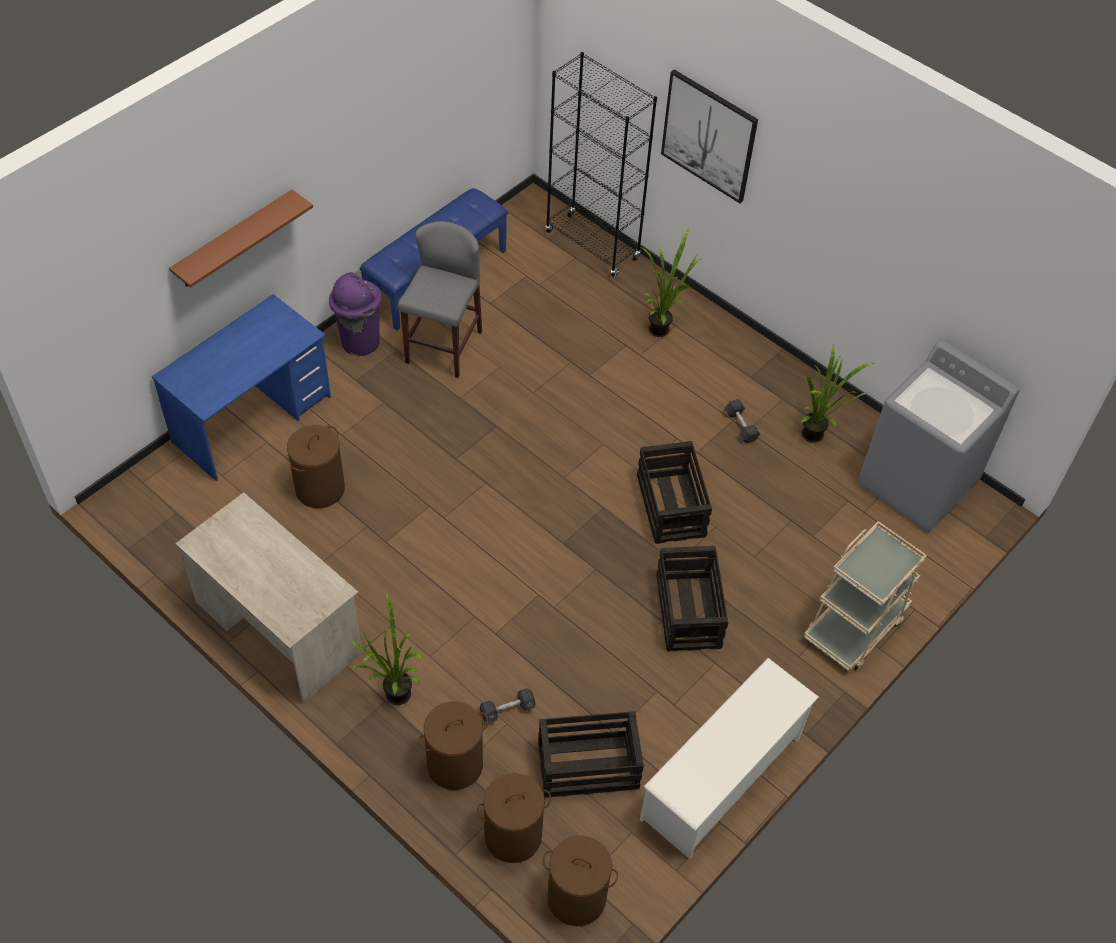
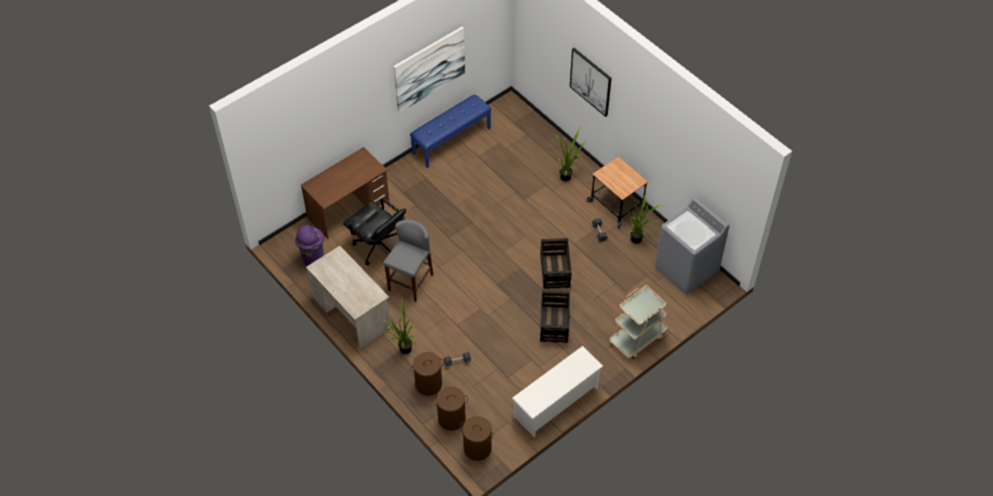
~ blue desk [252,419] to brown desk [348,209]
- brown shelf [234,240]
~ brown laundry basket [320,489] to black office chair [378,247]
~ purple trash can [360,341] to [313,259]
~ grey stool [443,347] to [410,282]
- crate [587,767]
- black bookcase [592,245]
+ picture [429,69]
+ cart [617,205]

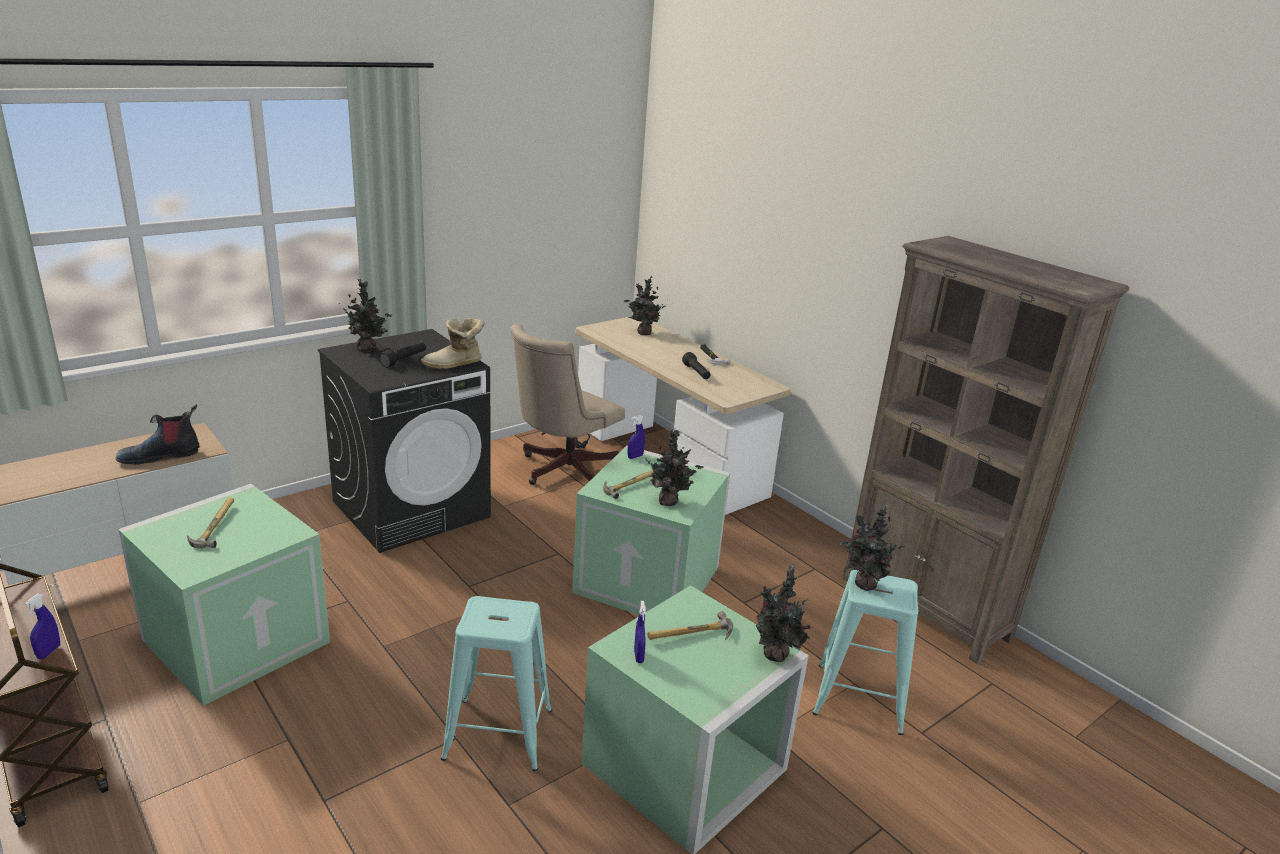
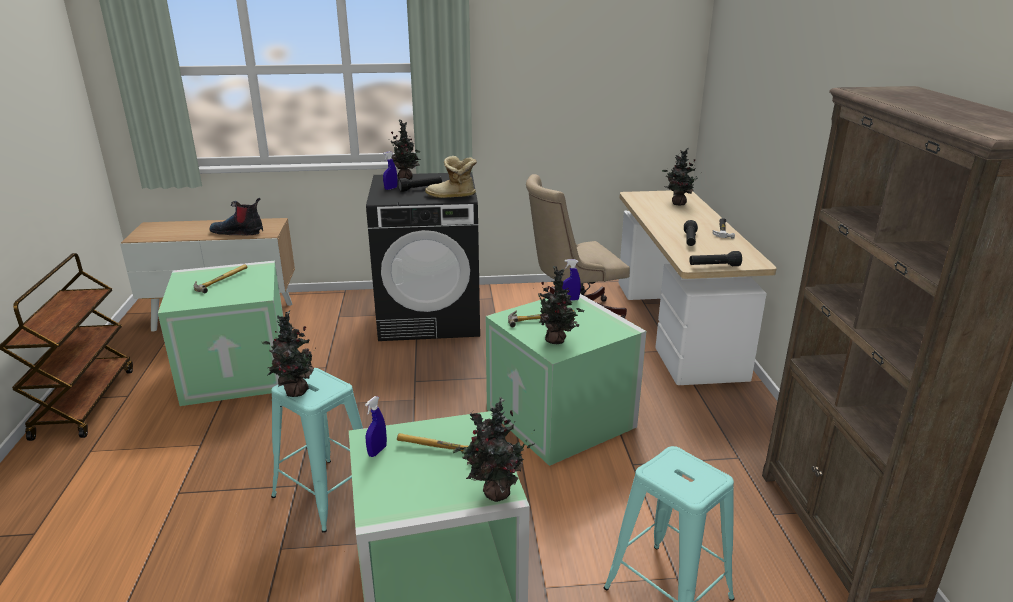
~ blue spray bottle [49,652] to [391,188]
~ potted plant [863,585] to [294,392]
+ black flashlight [714,266]

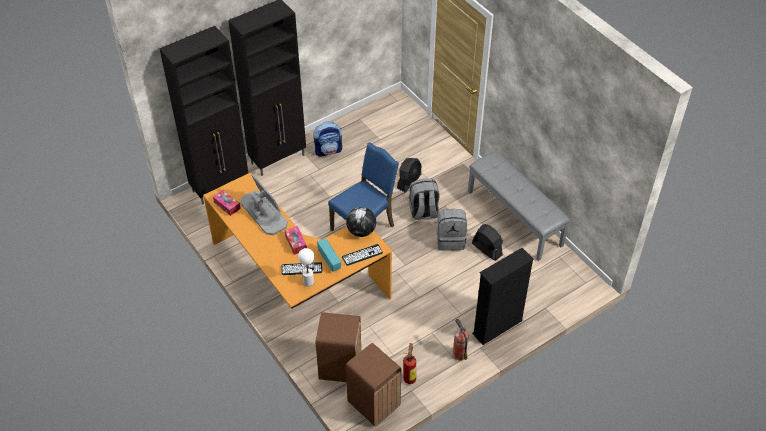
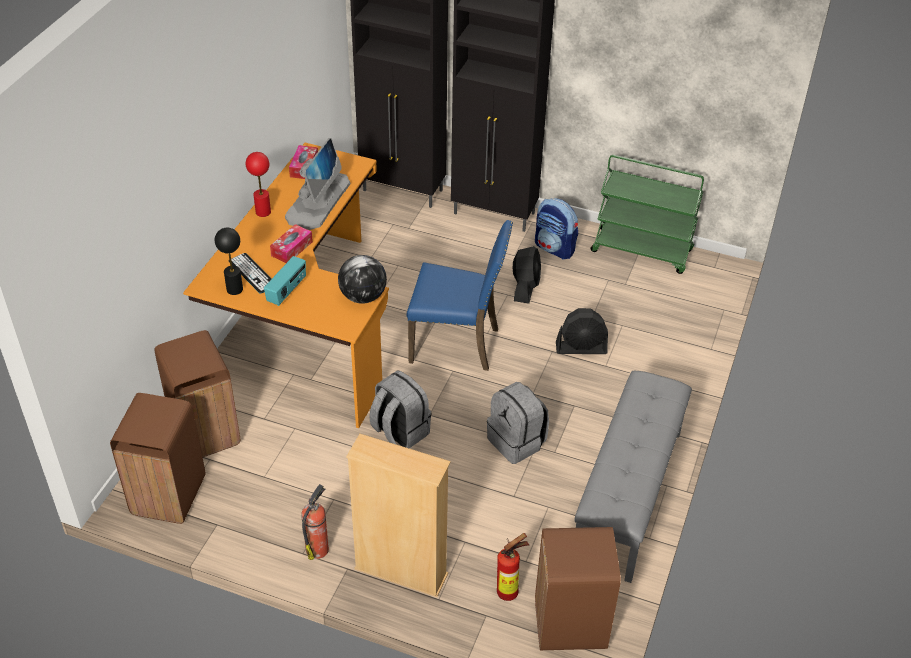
~ white table lamp [308,282] to black table lamp [235,289]
- keyboard [362,255]
~ fire extinguisher [410,377] to [510,591]
~ grey backpack [423,212] to [399,432]
~ black fan [487,249] to [525,287]
~ black bookcase [497,327] to beige bookcase [401,572]
+ red table lamp [263,212]
+ brown trash can [571,625]
+ green cart [642,251]

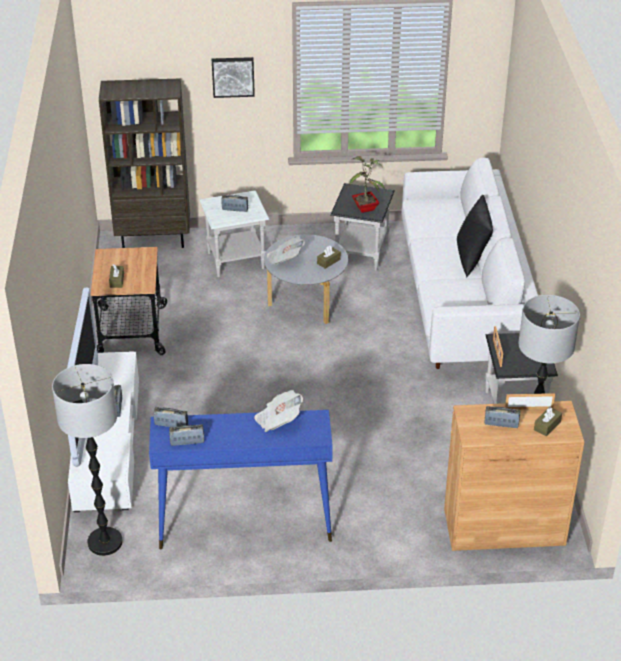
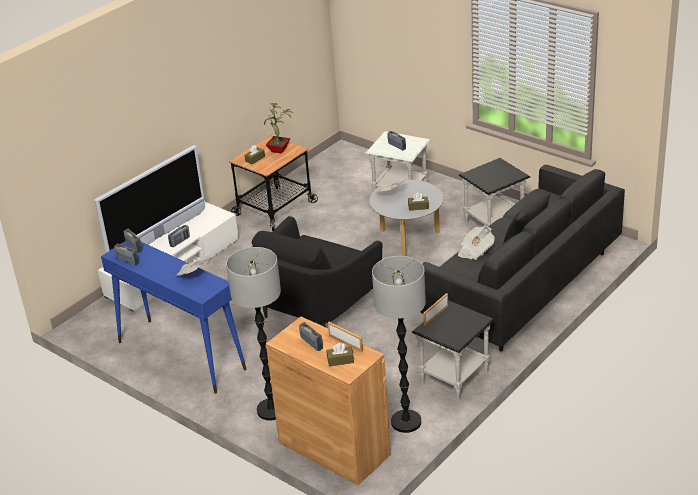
~ floor lamp [105,542] to [272,410]
- brown bookcase [154,239]
- picture [233,76]
~ potted plant [366,208] to [279,150]
~ white sofa [461,301] to black sofa [522,288]
+ black armchair [314,306]
+ newspaper [475,251]

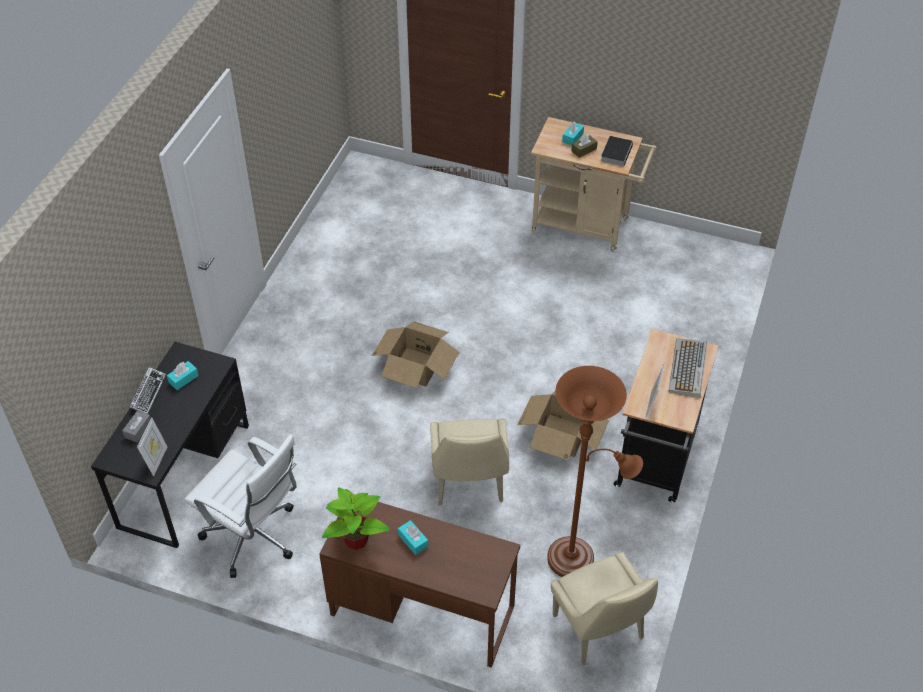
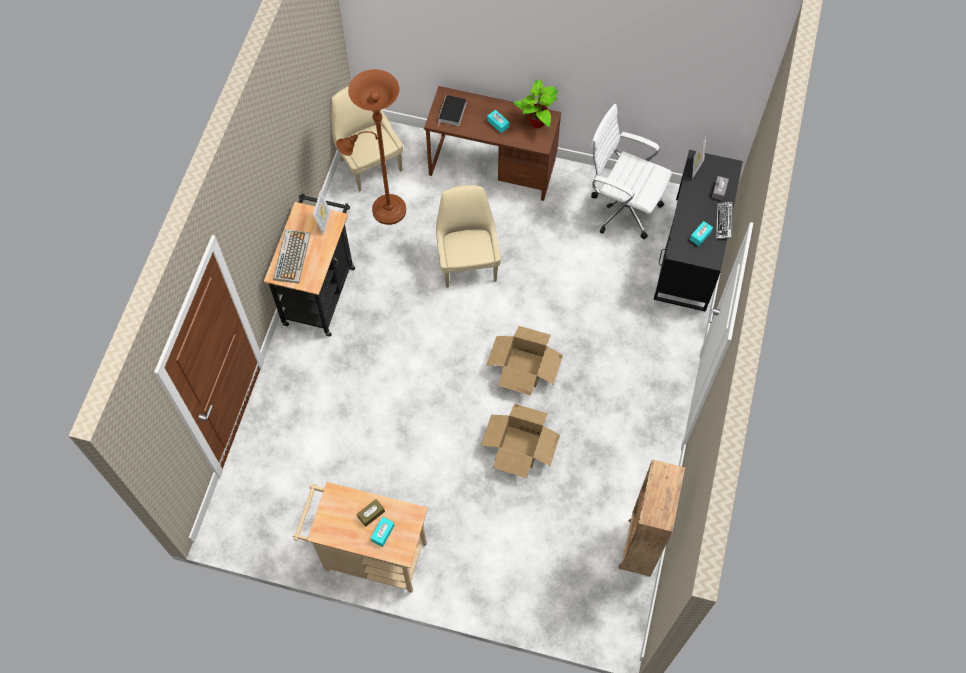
~ cardboard box [561,435] to [520,446]
~ book [616,152] to [452,113]
+ brown bookcase [638,548]

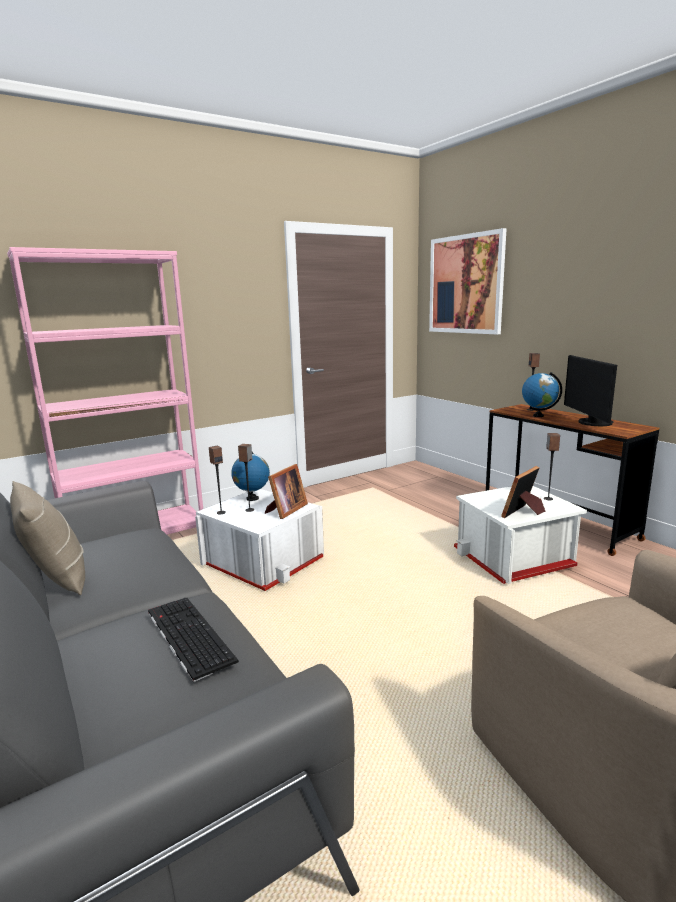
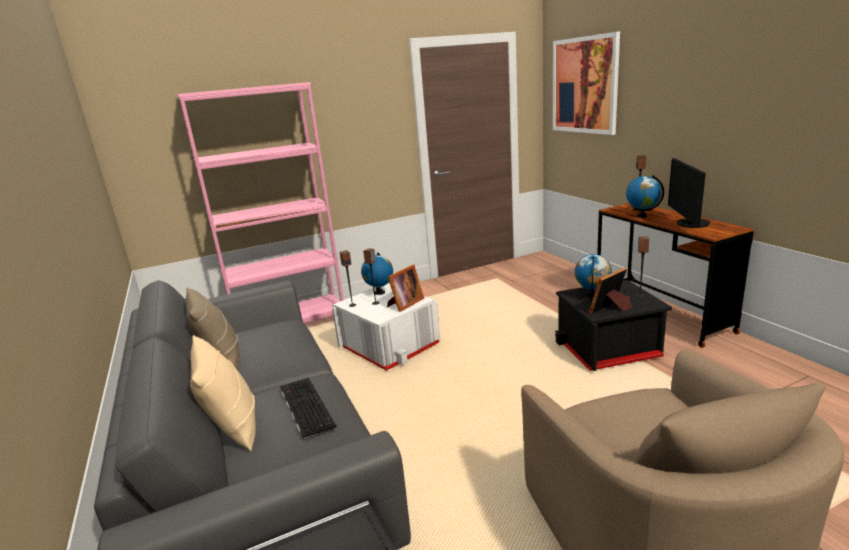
~ white storage box [515,558] to black storage box [609,348]
+ beige pillow [233,426]
+ globe [592,295]

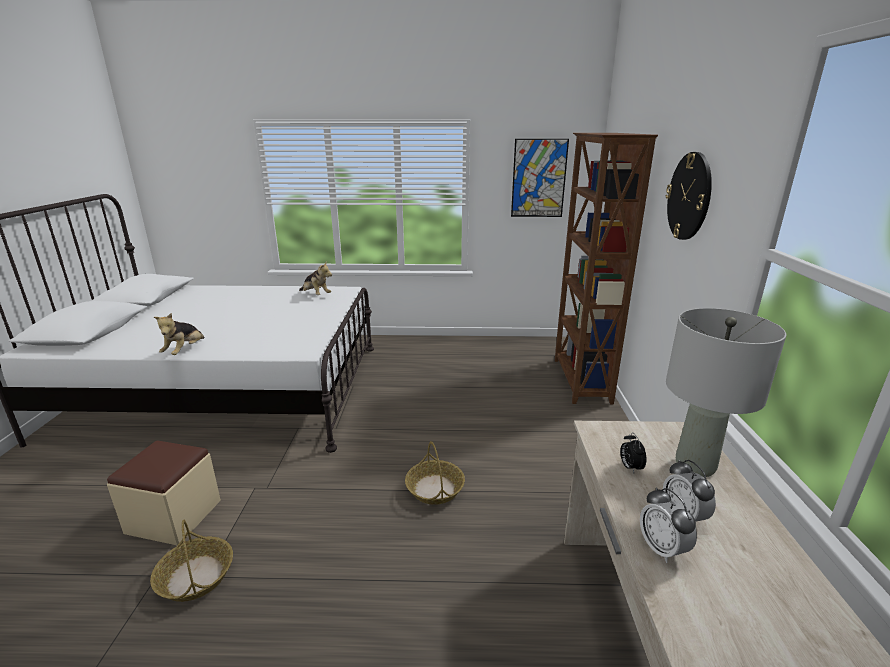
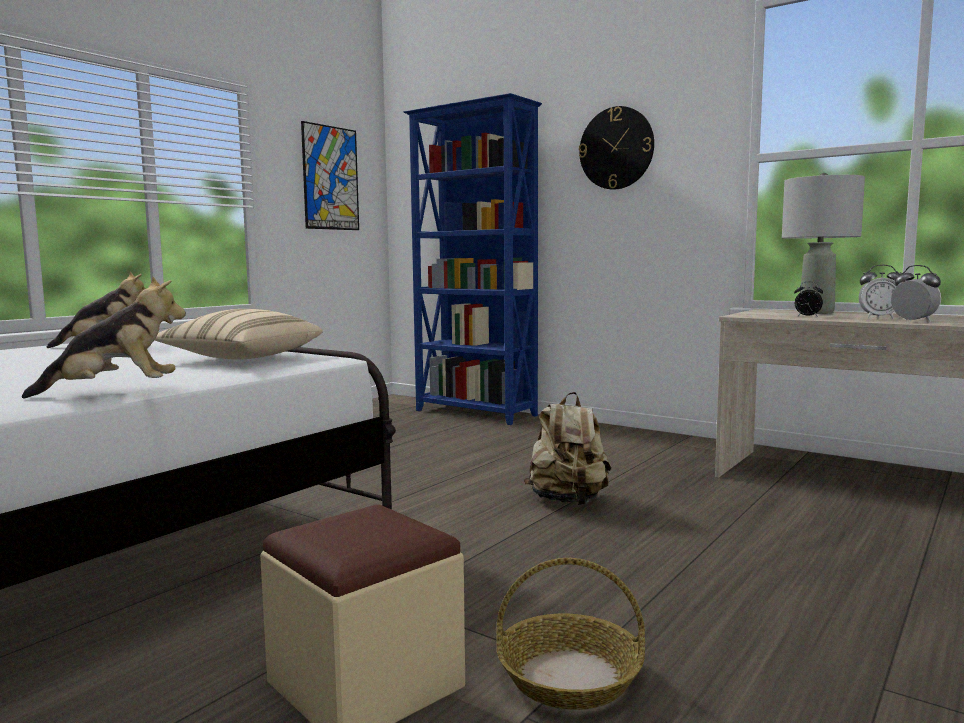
~ plush toy [184,351] = [113,393] 60 degrees counterclockwise
~ basket [435,489] to beige backpack [568,501]
~ brown bookcase [580,381] to blue bookcase [475,413]
~ alarm clock [662,549] = [914,321] 135 degrees counterclockwise
+ beige pillow [241,358]

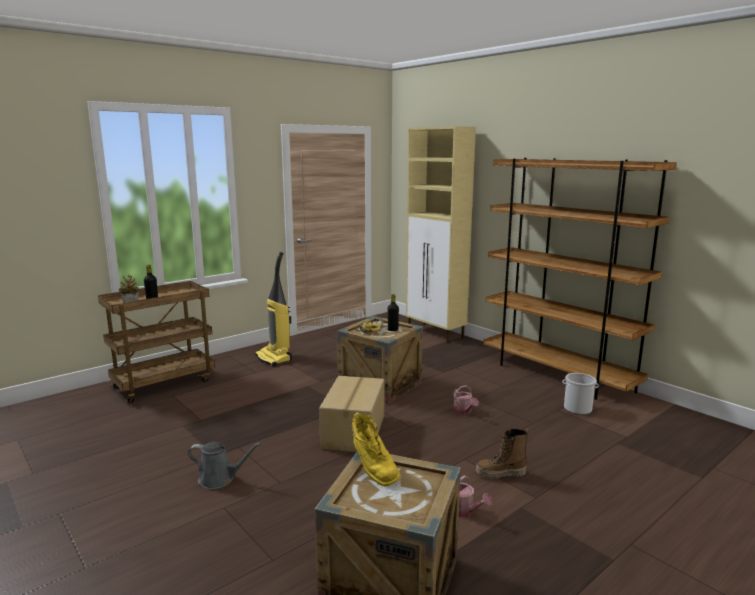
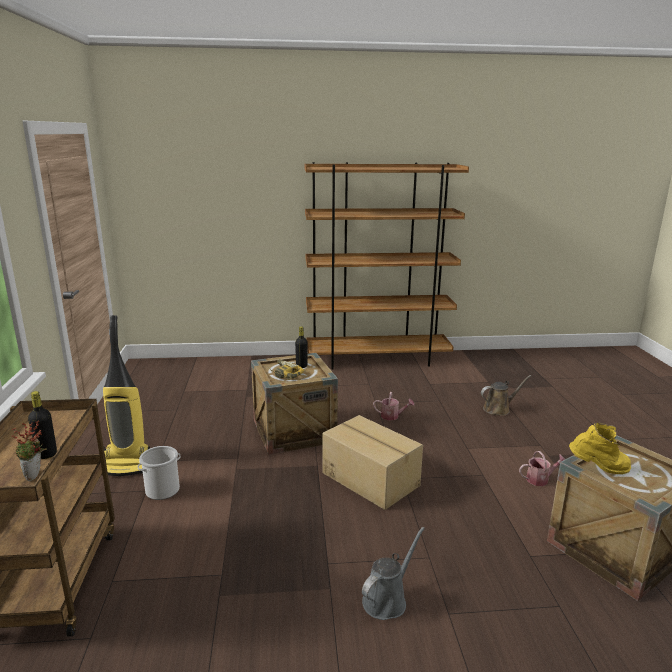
- beige cabinet [436,333]
- boot [500,474]
~ bucket [578,409] to [163,490]
+ brown watering can [498,409]

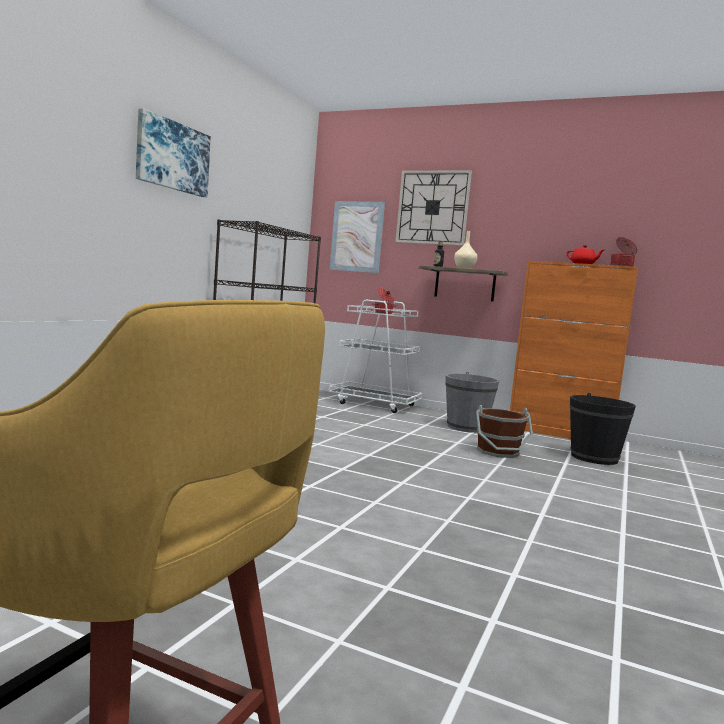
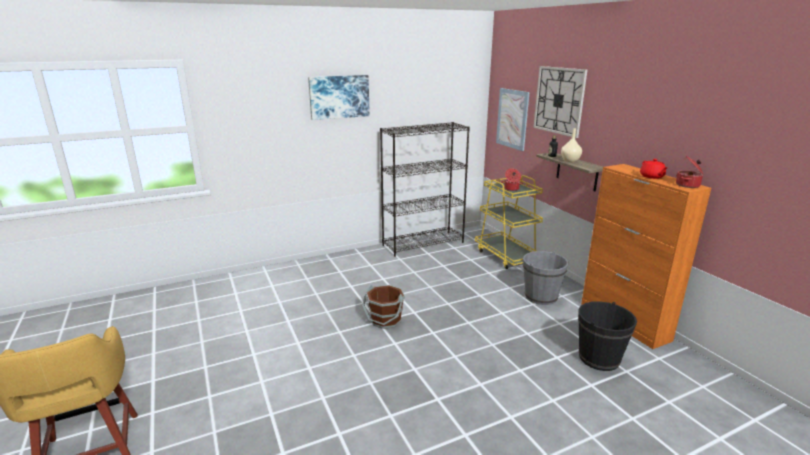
~ white cart [375,404] to yellow cart [506,256]
~ brown bucket [498,452] to [385,320]

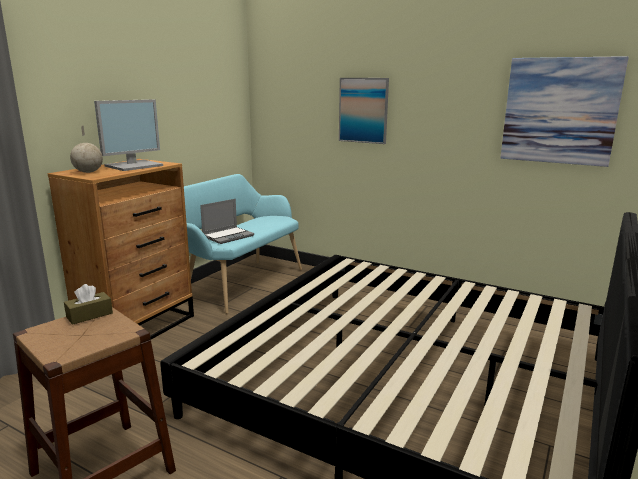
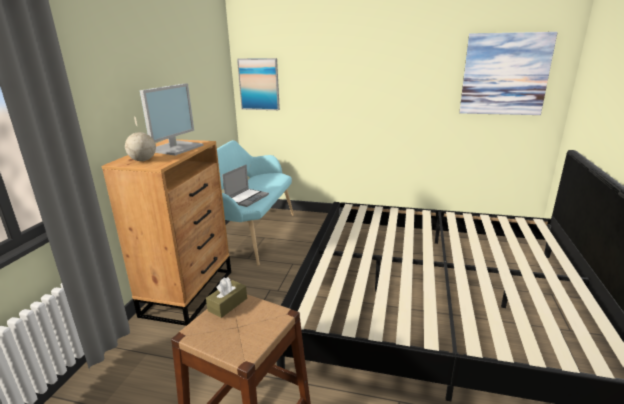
~ picture [363,110] to [259,84]

